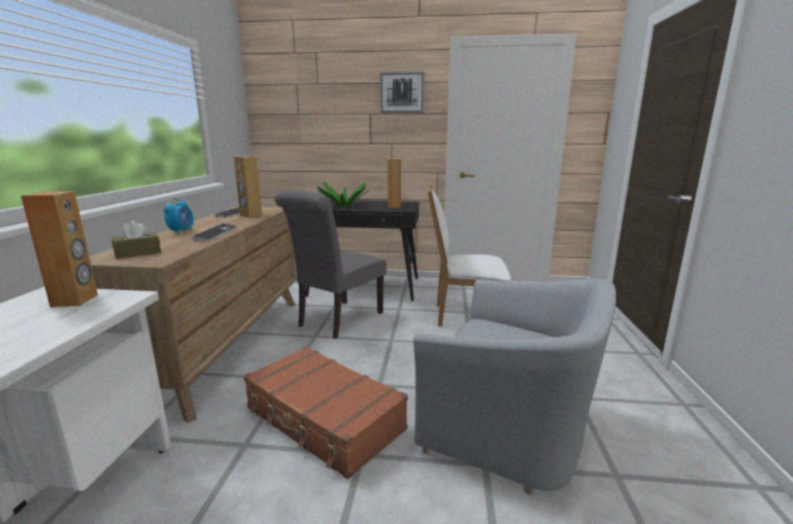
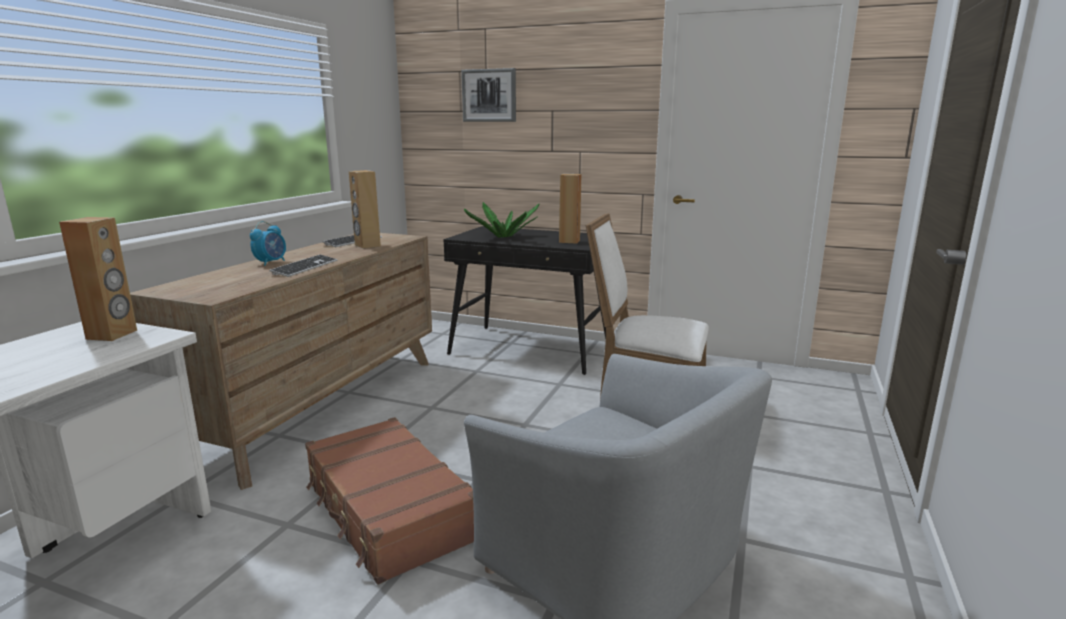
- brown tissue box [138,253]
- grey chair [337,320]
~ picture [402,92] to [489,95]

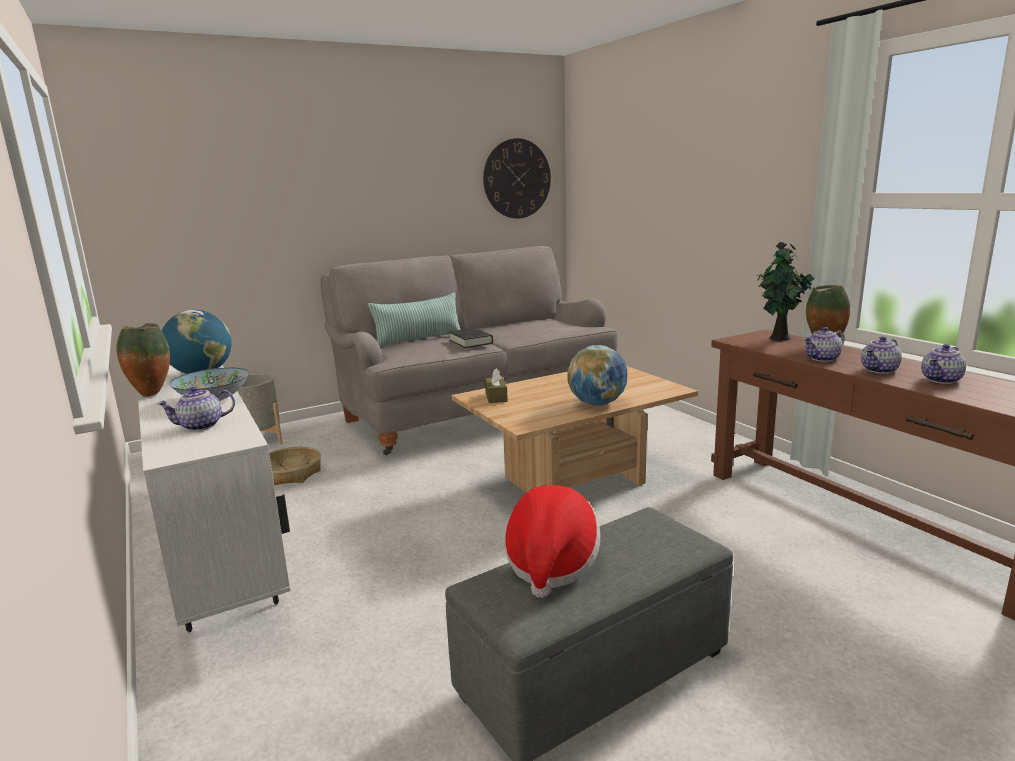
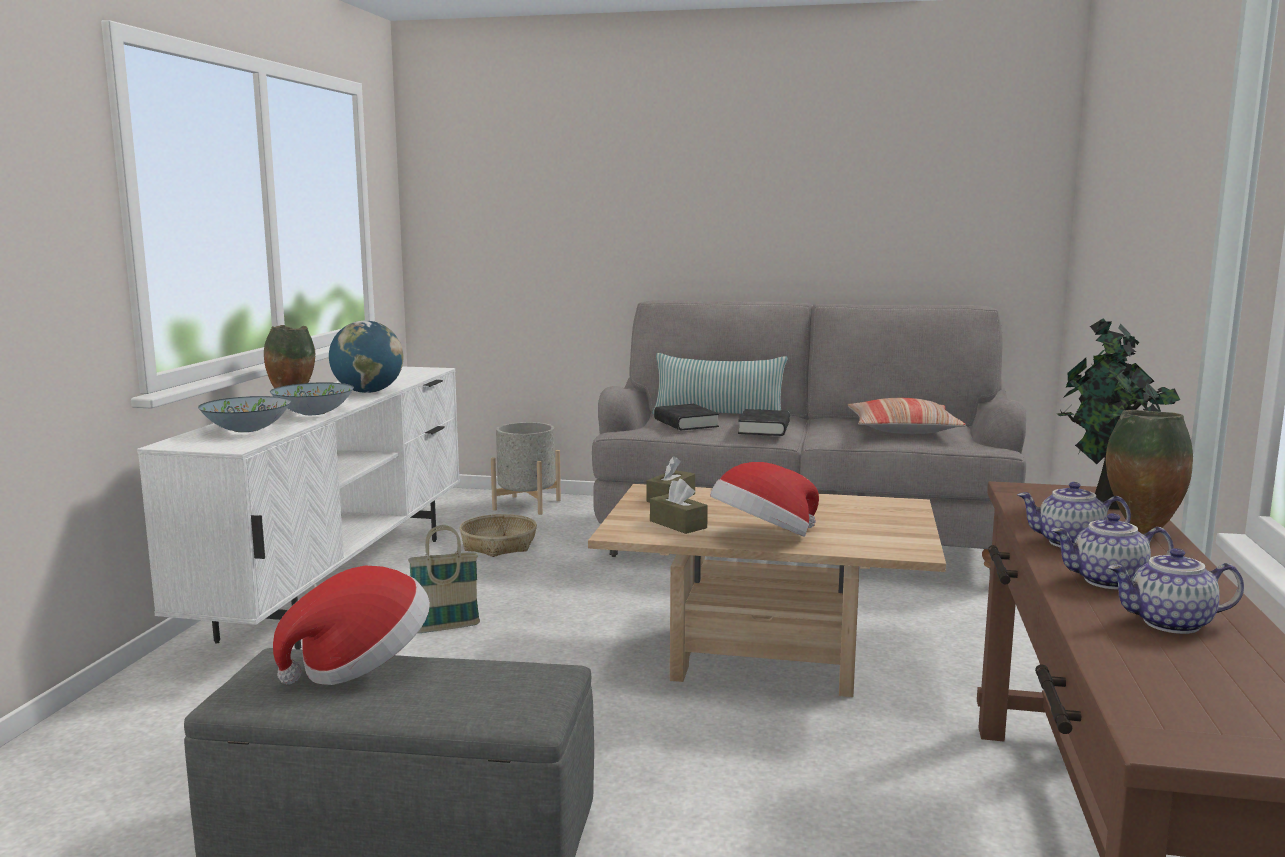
~ teapot [200,426] to bowl [247,430]
- wall clock [517,179]
~ globe [597,403] to hat [763,537]
+ basket [445,628]
+ brown tissue box [678,524]
+ black book [686,423]
+ pillow [902,429]

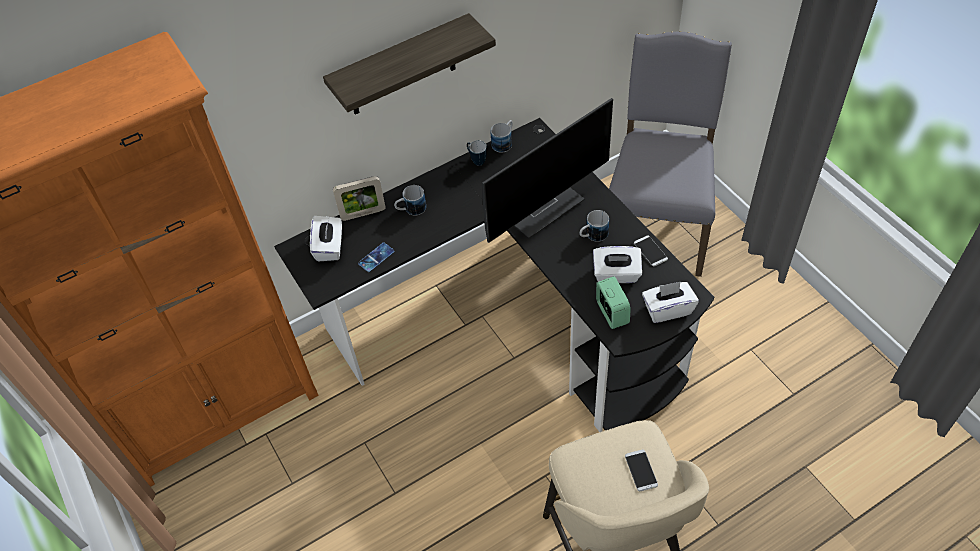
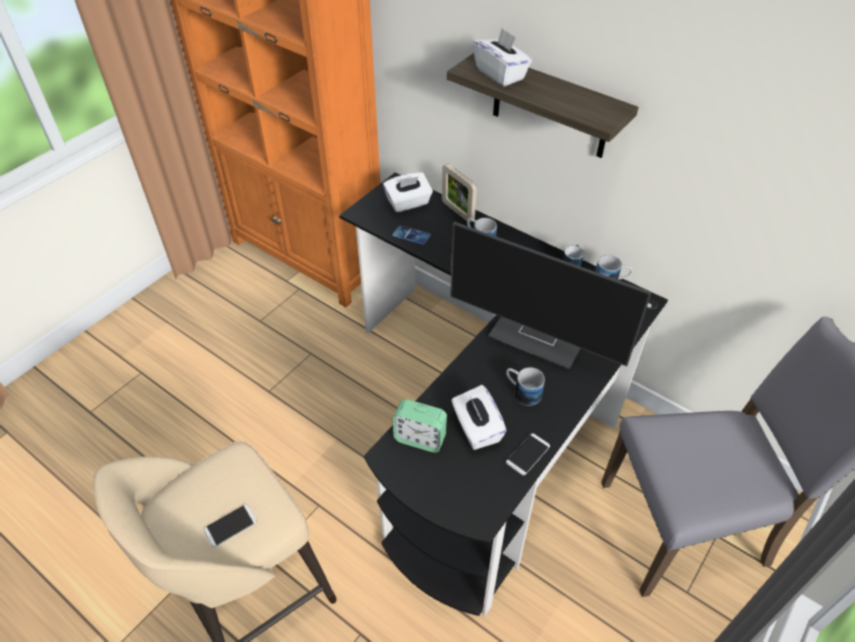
~ alarm clock [612,313] = [420,438] 60 degrees clockwise
~ white tissue box [667,309] to [500,74]

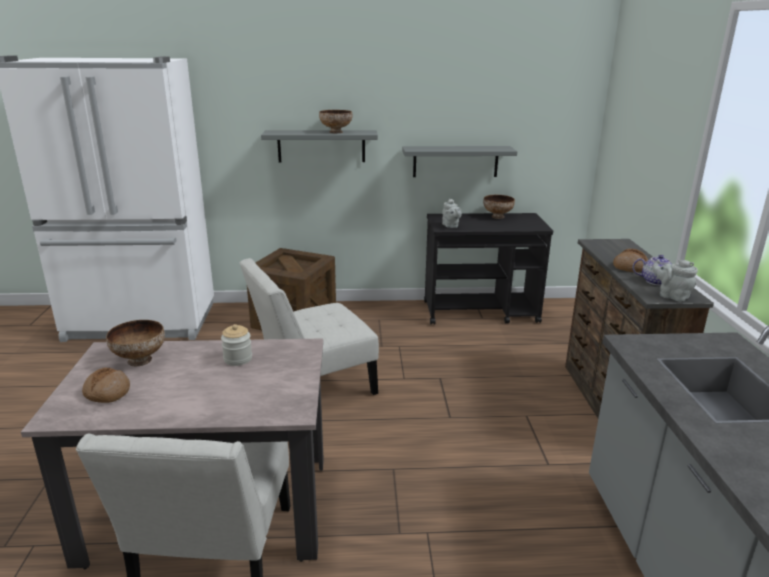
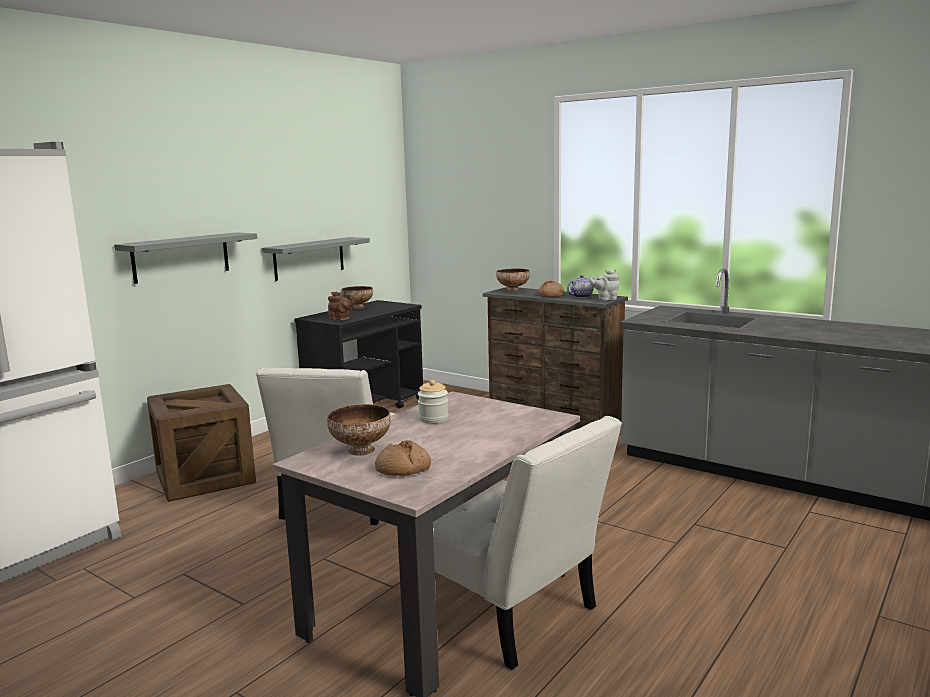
~ bowl [335,132] to [513,291]
~ grey teapot [450,226] to brown teapot [341,319]

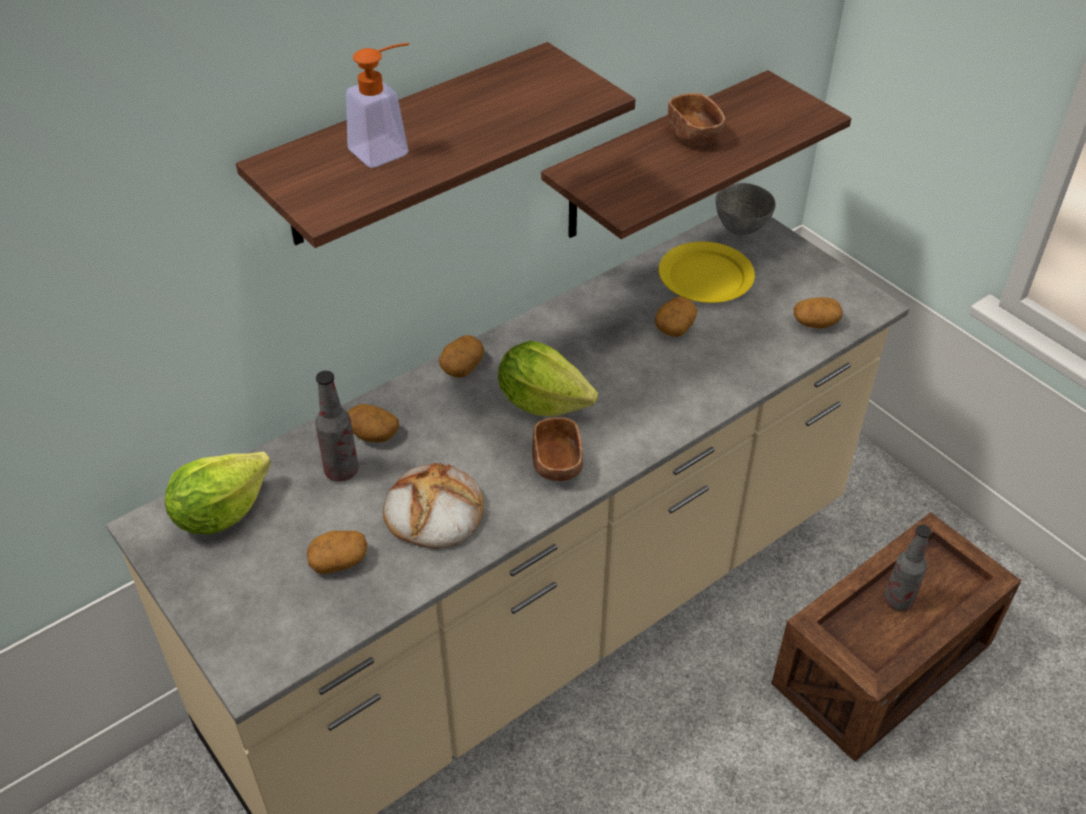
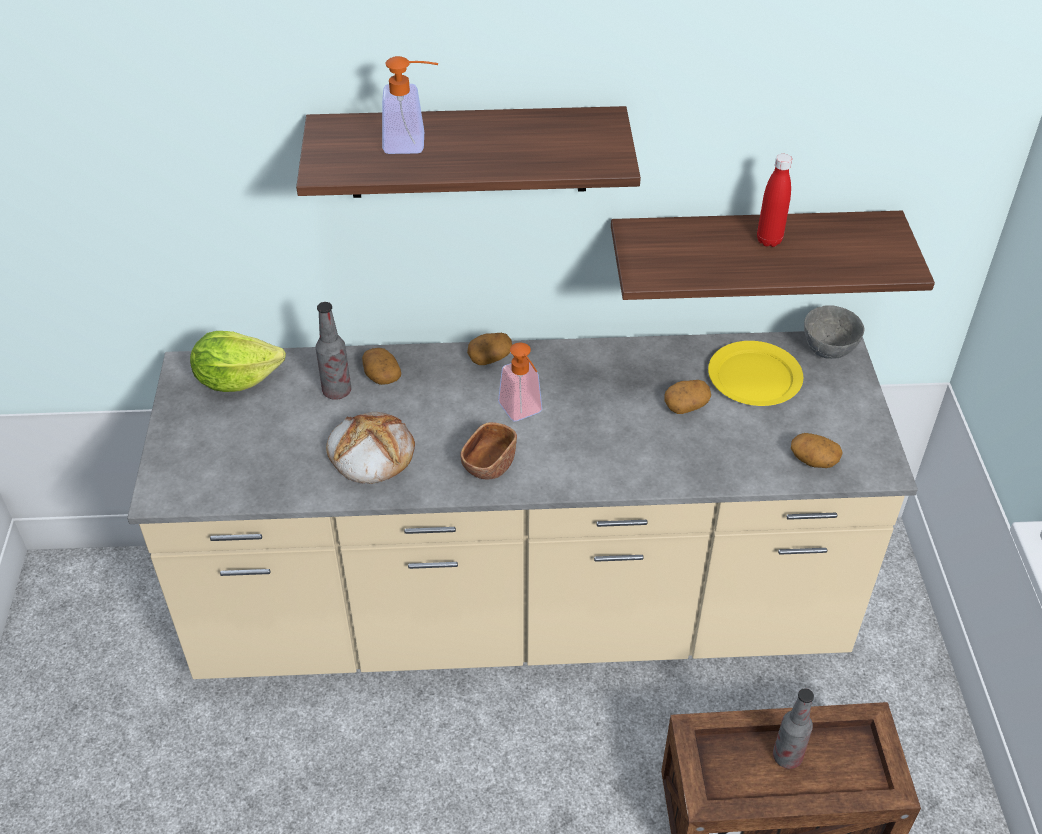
- potato [339,560]
~ lettuce [542,401] to soap dispenser [524,412]
~ brown bowl [694,135] to red bottle [769,240]

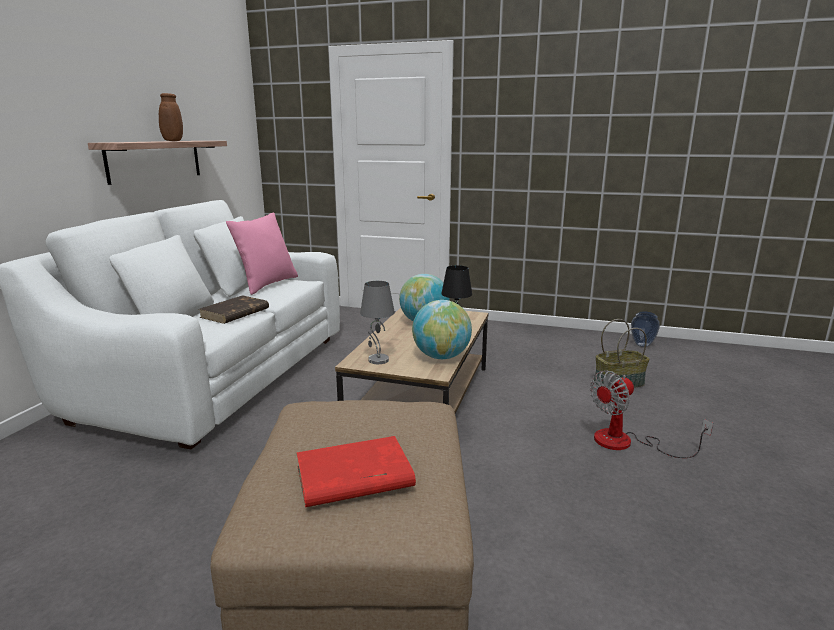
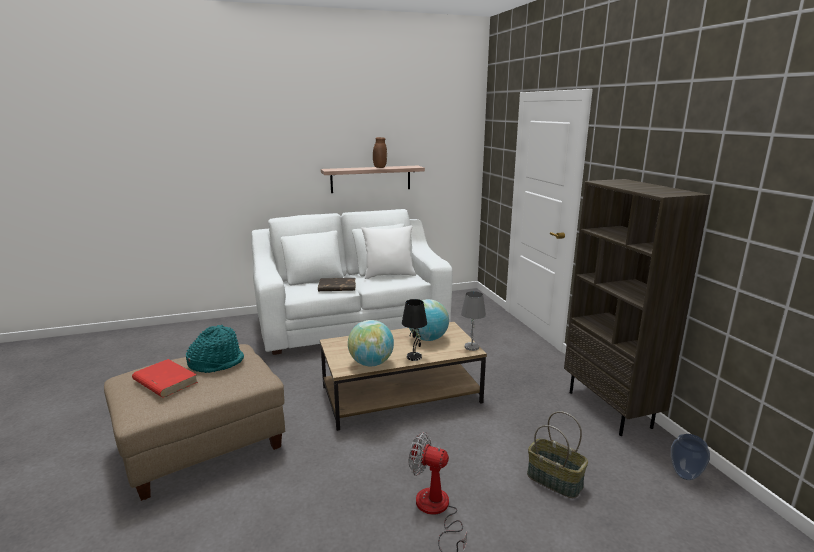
~ pink pillow [267,284] to white pillow [389,275]
~ grey table lamp [377,360] to [471,347]
+ turquoise hat [216,363]
+ brown bookcase [610,409]

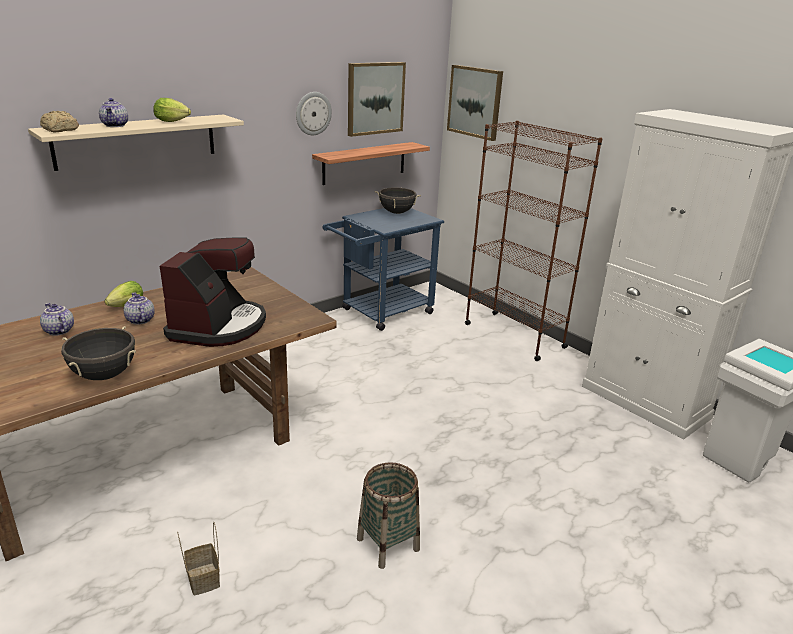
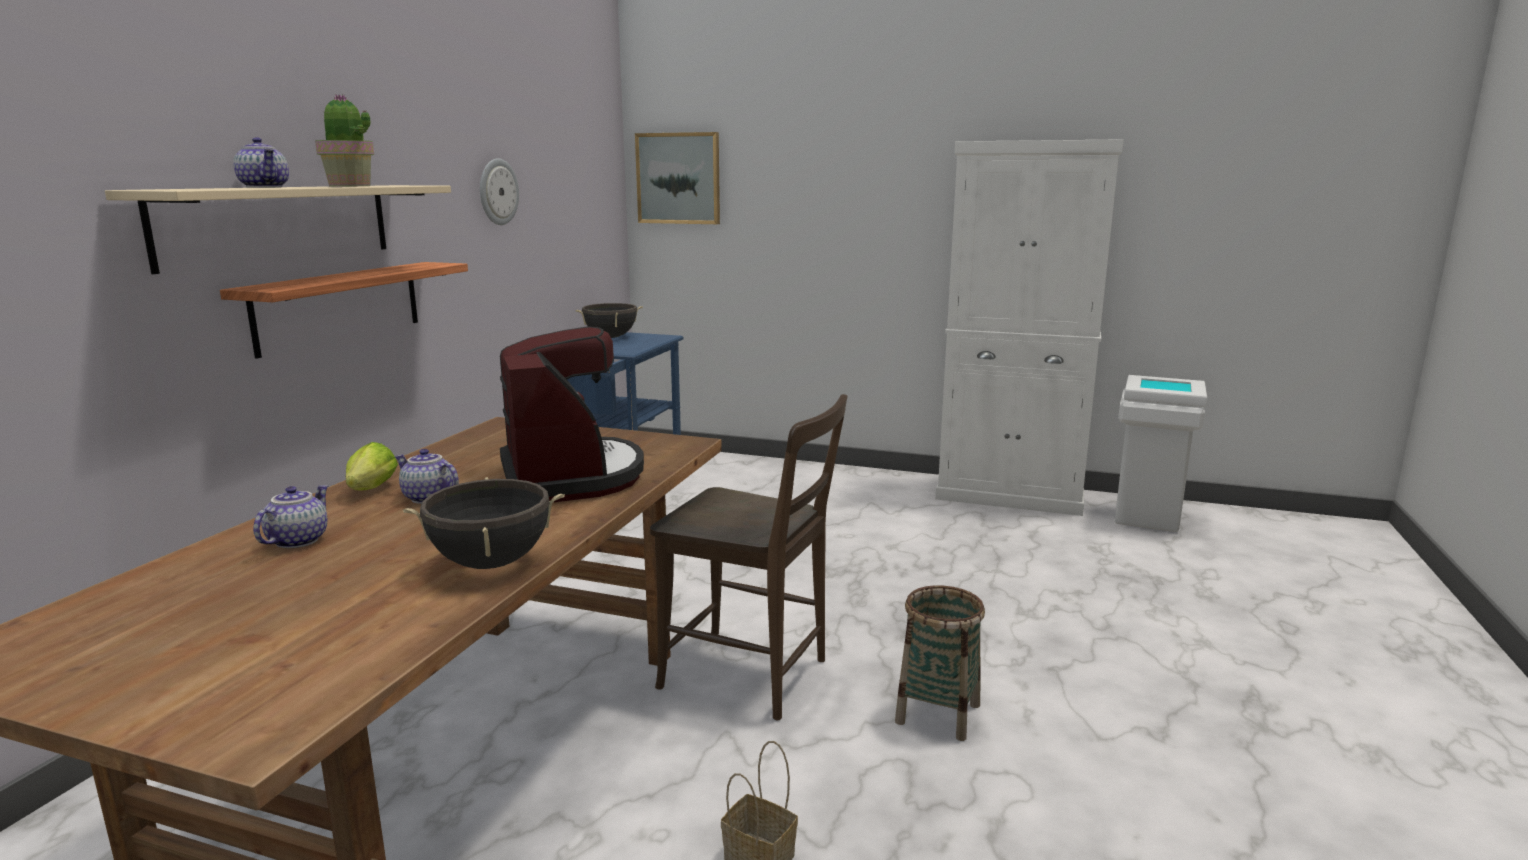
- bread [60,130]
~ teapot [58,331] = [297,540] 90 degrees clockwise
~ lettuce [174,122] to potted plant [349,186]
~ shelf [364,163] to [340,306]
- picture [375,98]
- brown bookcase [513,335]
+ brown chair [752,676]

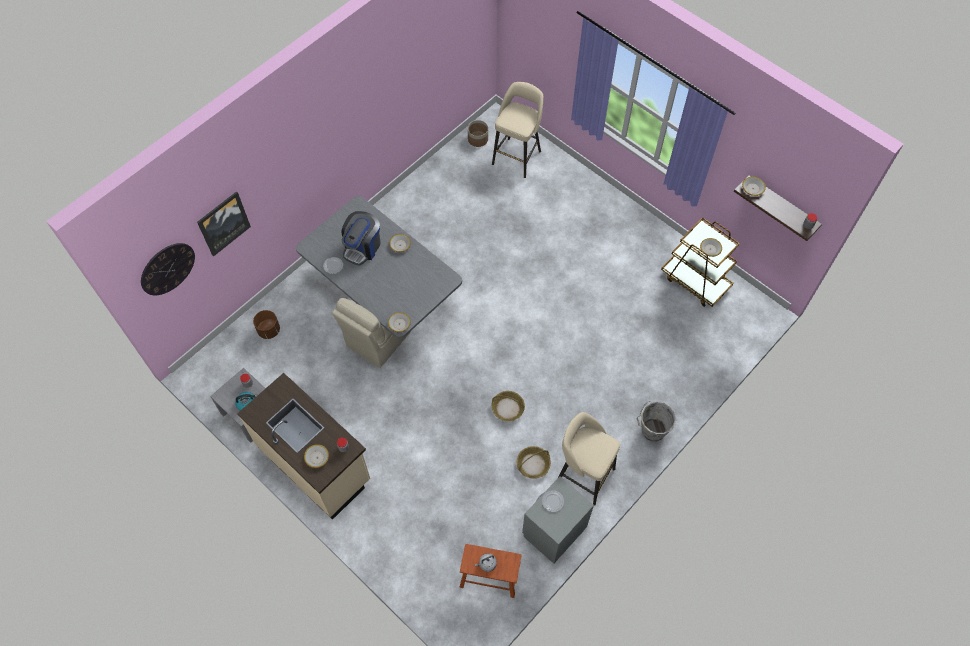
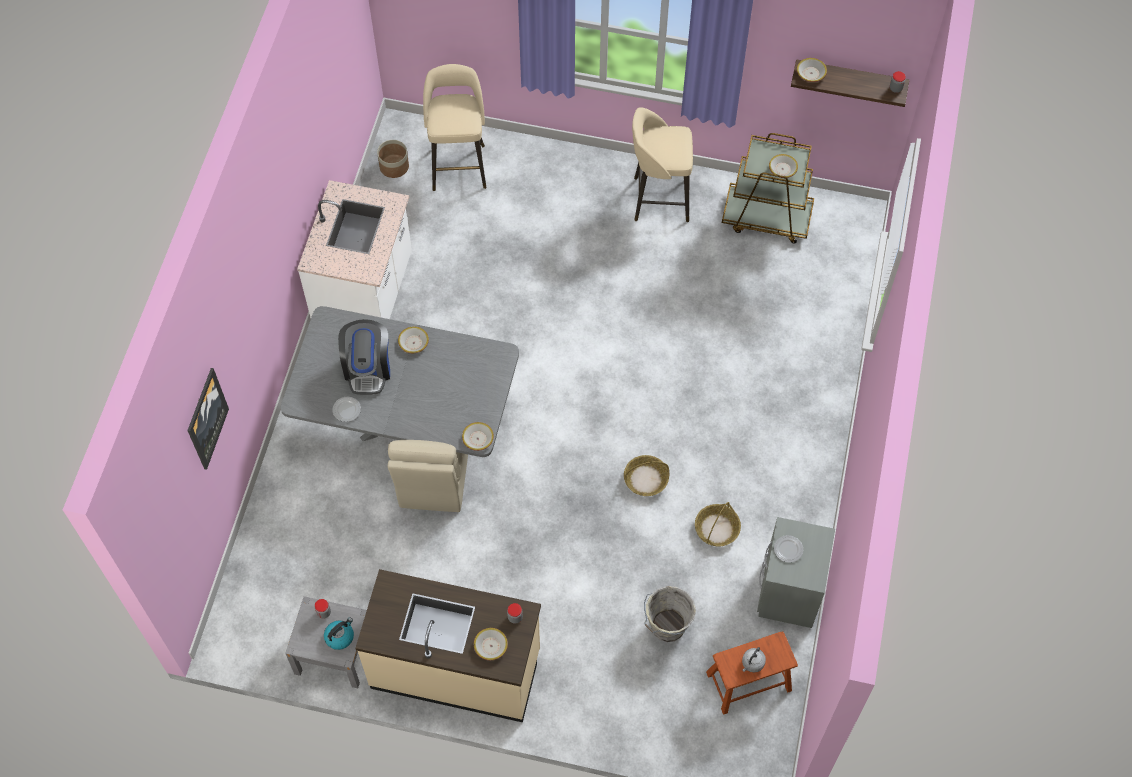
- wall clock [167,268]
- brown planter [269,330]
~ beige stool [583,475] to [658,199]
~ grey bucket [652,430] to [666,627]
+ white counter [365,292]

